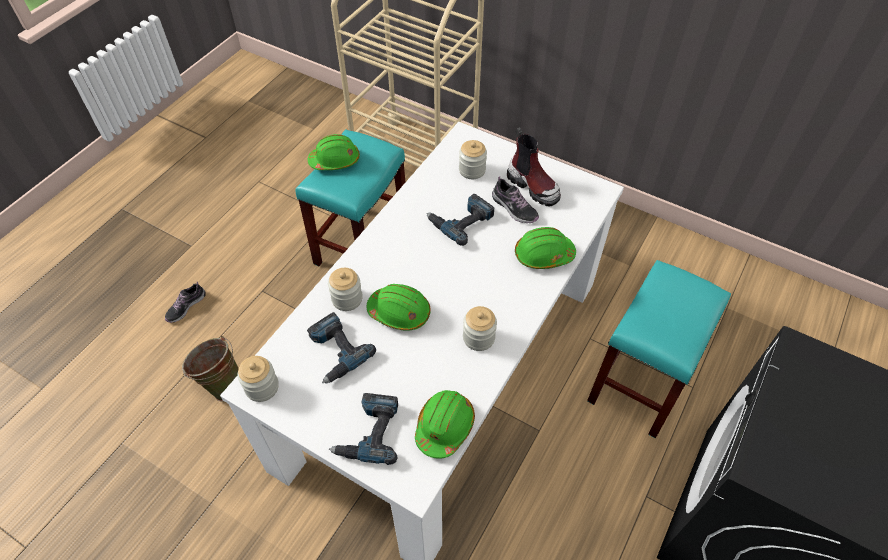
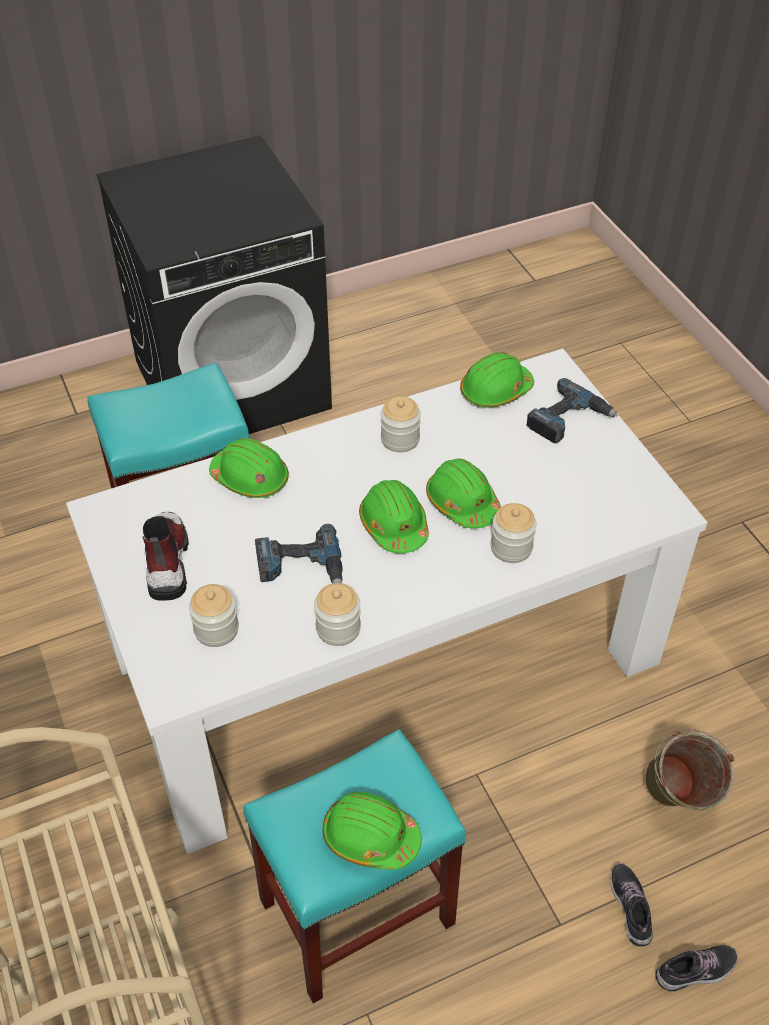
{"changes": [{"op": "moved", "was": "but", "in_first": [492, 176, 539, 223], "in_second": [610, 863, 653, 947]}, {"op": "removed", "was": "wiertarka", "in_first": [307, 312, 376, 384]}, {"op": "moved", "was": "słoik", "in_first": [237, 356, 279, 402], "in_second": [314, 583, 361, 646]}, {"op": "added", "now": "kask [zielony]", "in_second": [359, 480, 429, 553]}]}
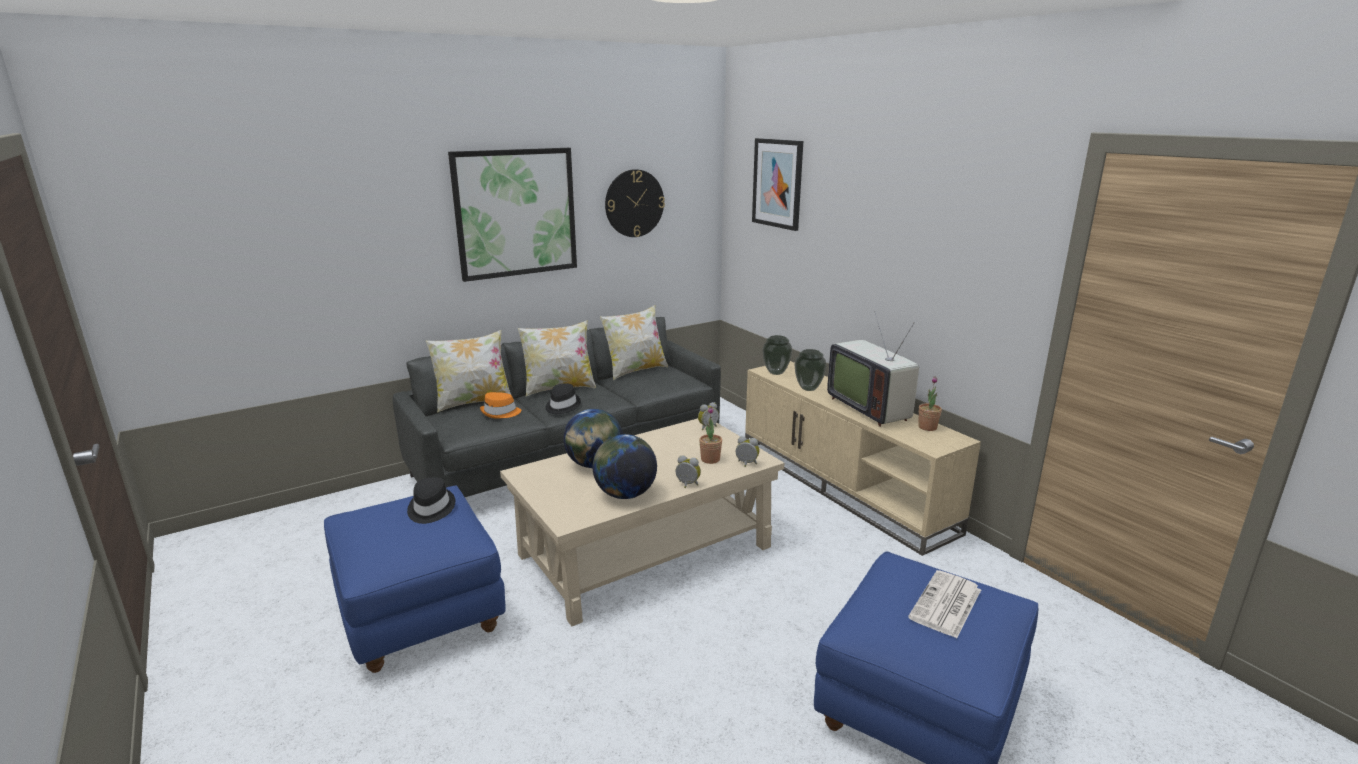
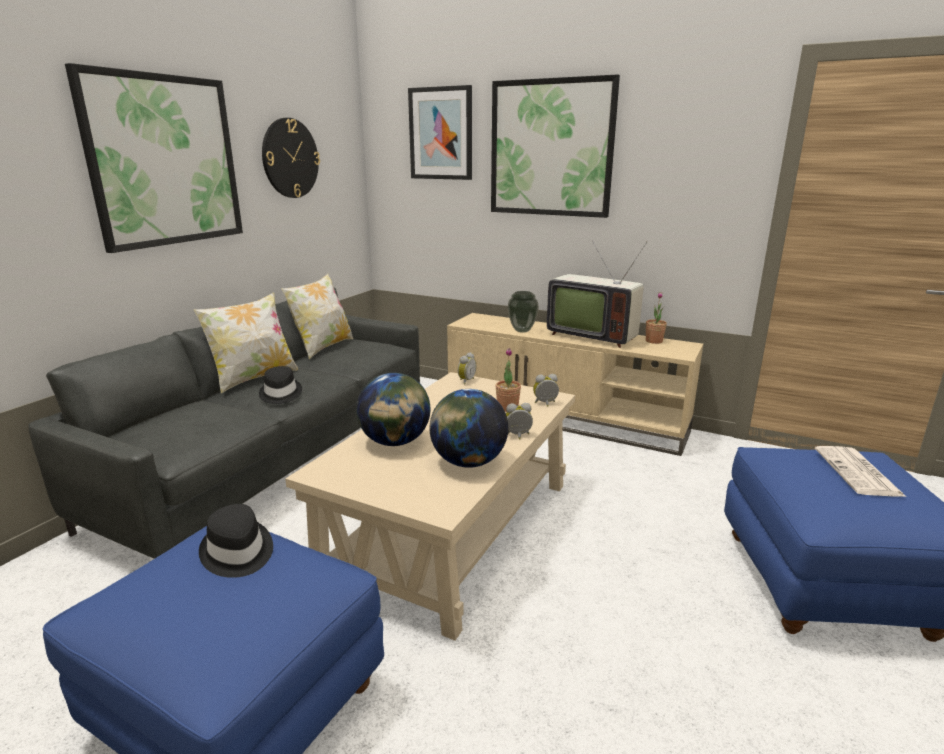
{"changes": [{"op": "removed", "was": "poduszka", "in_first": [426, 330, 511, 413]}, {"op": "removed", "was": "wazon", "in_first": [762, 335, 792, 375]}, {"op": "removed", "was": "kapelusz [pomarańczowy]", "in_first": [480, 392, 521, 418]}, {"op": "added", "now": "obraz", "in_second": [491, 74, 620, 218]}]}
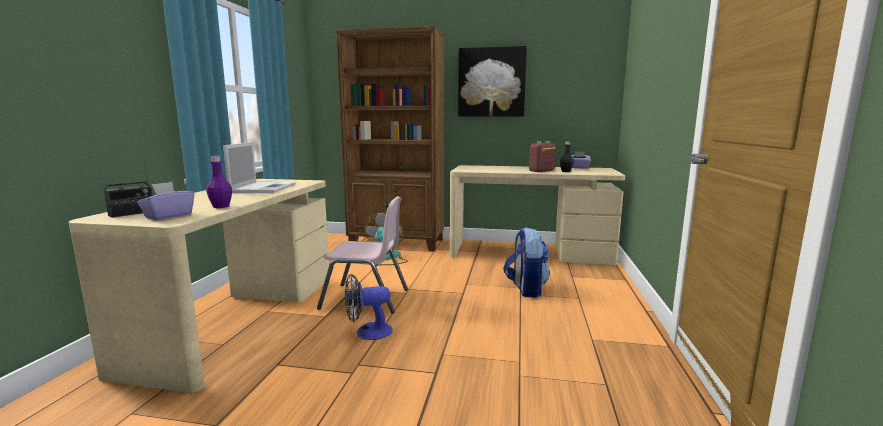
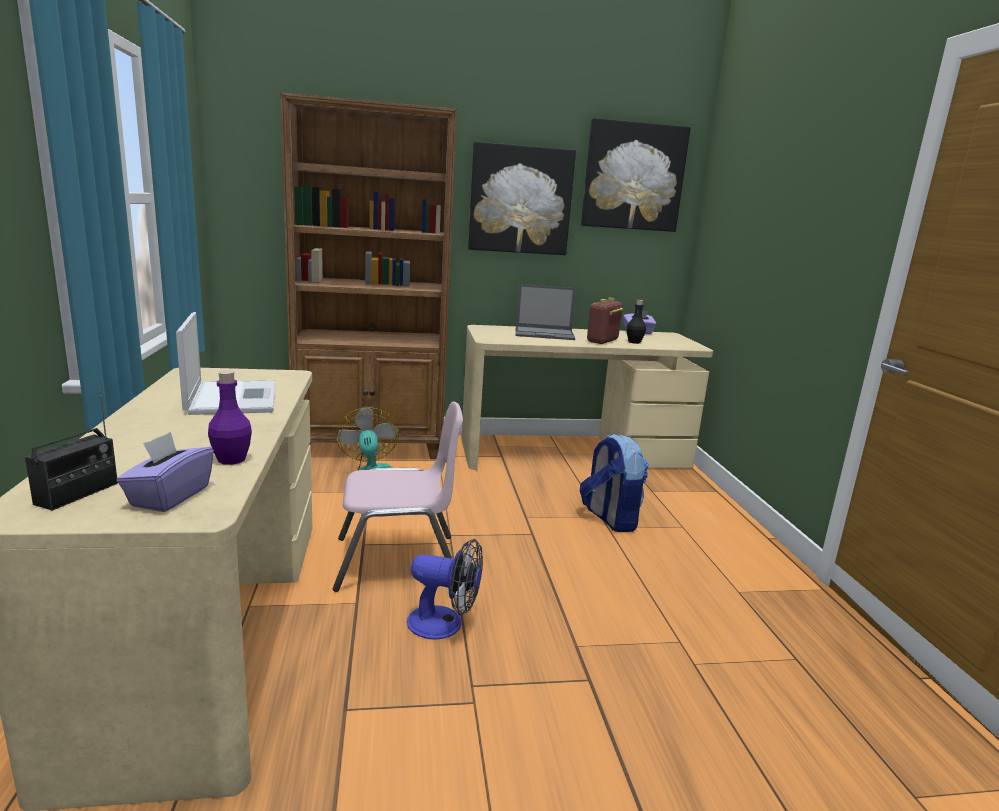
{"changes": [{"op": "turned", "was": "wentylator", "in_first": [345, 274, 393, 340], "in_second": [407, 539, 483, 640], "clockwise": -135}, {"op": "added", "now": "obraz", "in_second": [581, 118, 691, 232]}, {"op": "added", "now": "laptop", "in_second": [515, 284, 576, 340]}]}
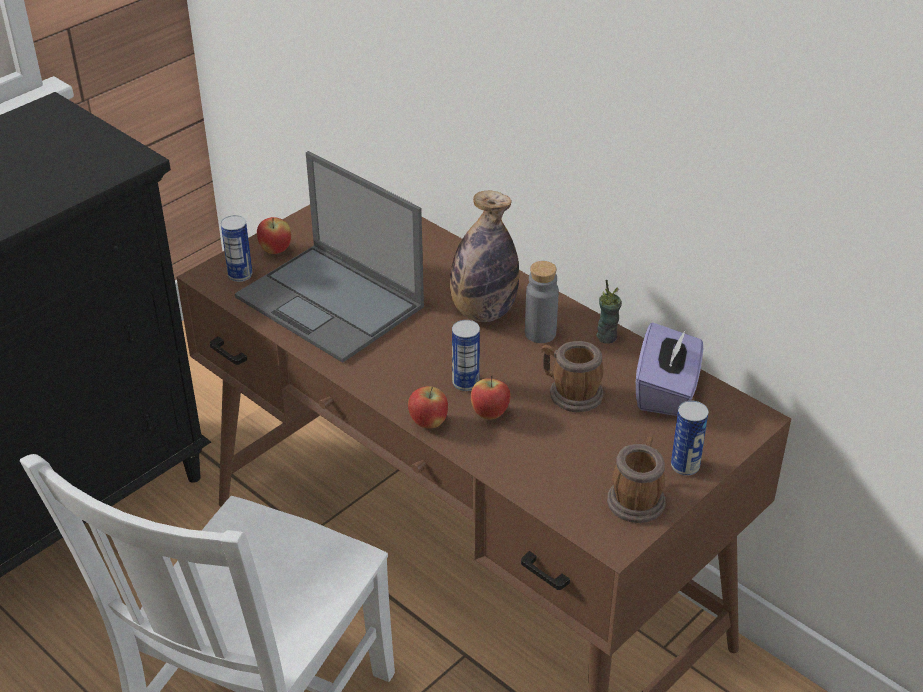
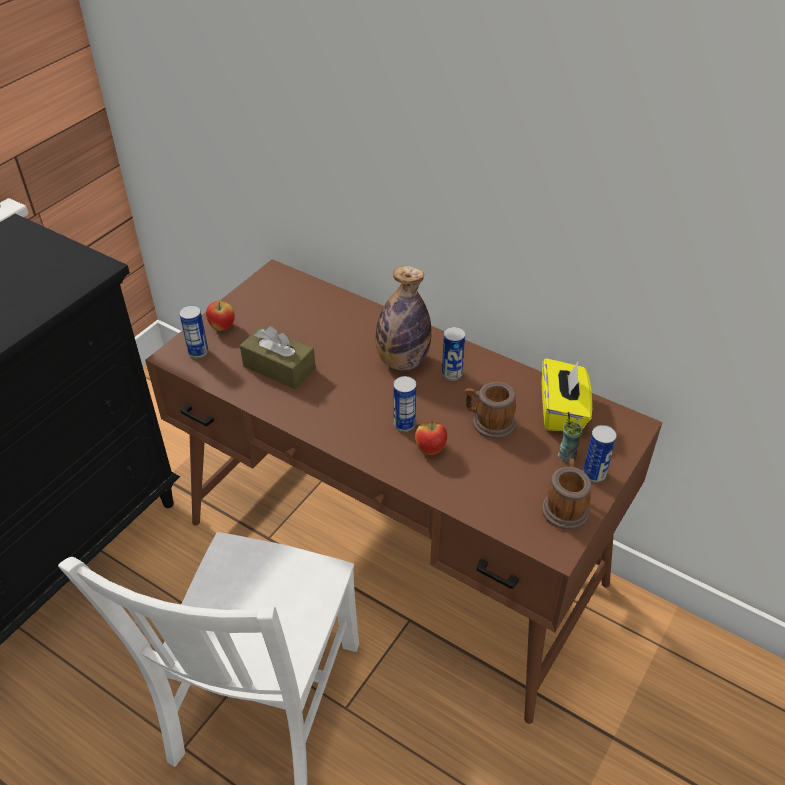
{"changes": [{"op": "replaced", "was": "laptop", "now": "pudełko chusteczek [brązowy]", "in_first": [235, 151, 424, 363], "in_second": [240, 326, 316, 390]}, {"op": "replaced", "was": "butelka [szary]", "now": "puszka", "in_first": [525, 261, 559, 343], "in_second": [442, 326, 465, 381]}, {"op": "moved", "was": "filiżanka", "in_first": [596, 280, 622, 344], "in_second": [558, 412, 583, 463]}, {"op": "recoloured", "was": "pudełko chusteczek [fioletowy]", "now": "pudełko chusteczek [żółty]", "in_first": [636, 323, 703, 416], "in_second": [542, 358, 592, 431]}, {"op": "removed", "was": "jabłko", "in_first": [408, 386, 448, 428]}]}
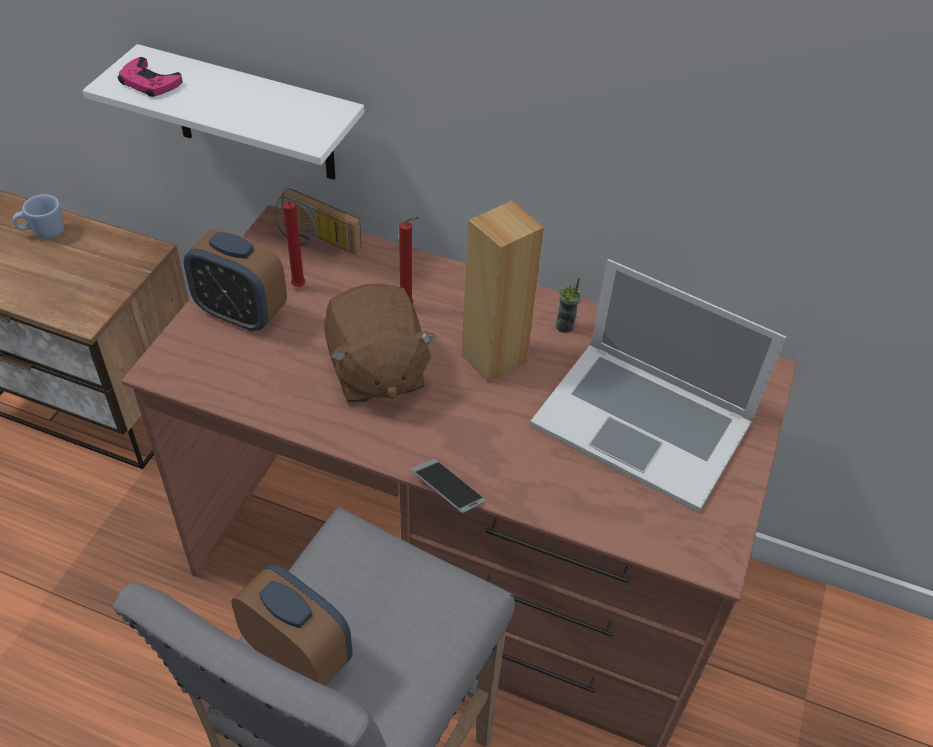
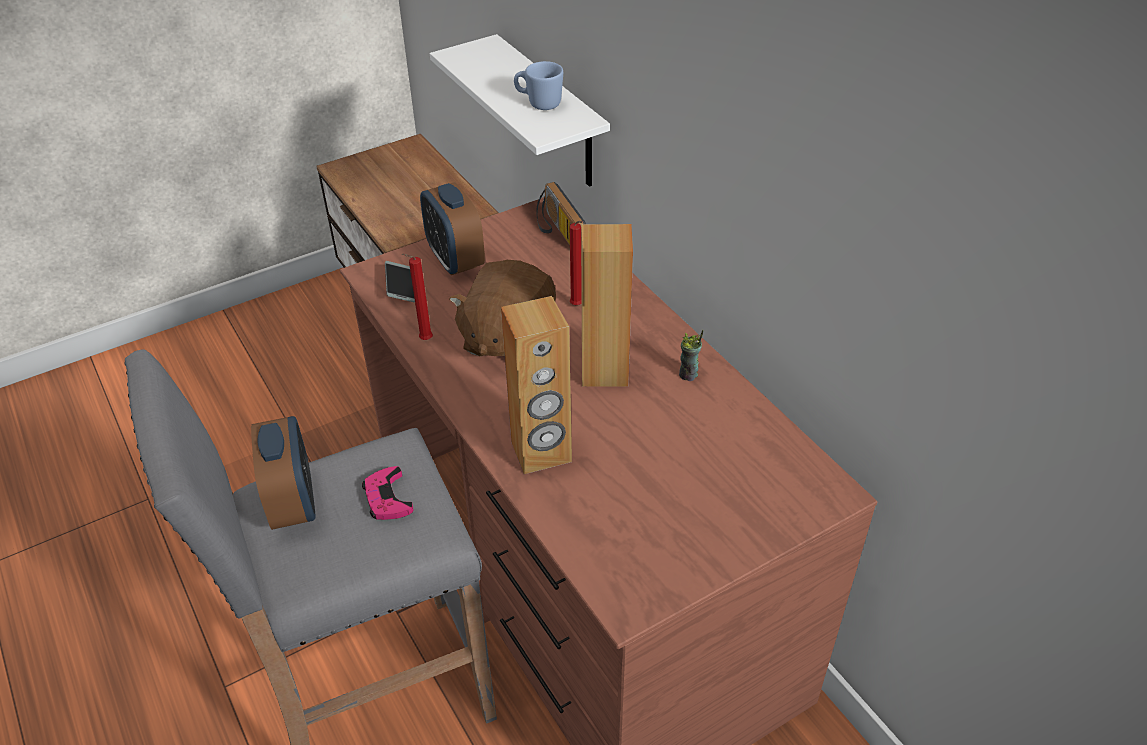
{"changes": [{"op": "moved", "was": "pad do gier [różowy]", "in_first": [118, 57, 183, 97], "in_second": [362, 466, 413, 520]}, {"op": "moved", "was": "kubek [niebieski]", "in_first": [13, 194, 64, 239], "in_second": [514, 61, 563, 110]}, {"op": "moved", "was": "świeca [czerwony]", "in_first": [281, 201, 305, 287], "in_second": [402, 254, 433, 340]}, {"op": "removed", "was": "laptop", "in_first": [530, 259, 786, 513]}, {"op": "moved", "was": "telefon", "in_first": [411, 459, 486, 513], "in_second": [385, 261, 415, 302]}, {"op": "added", "now": "głośnik [brązowy]", "in_second": [501, 296, 572, 474]}]}
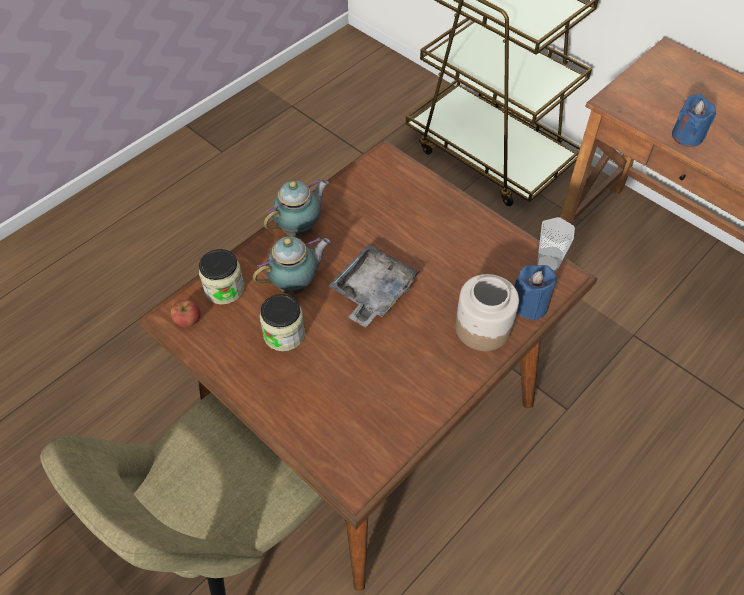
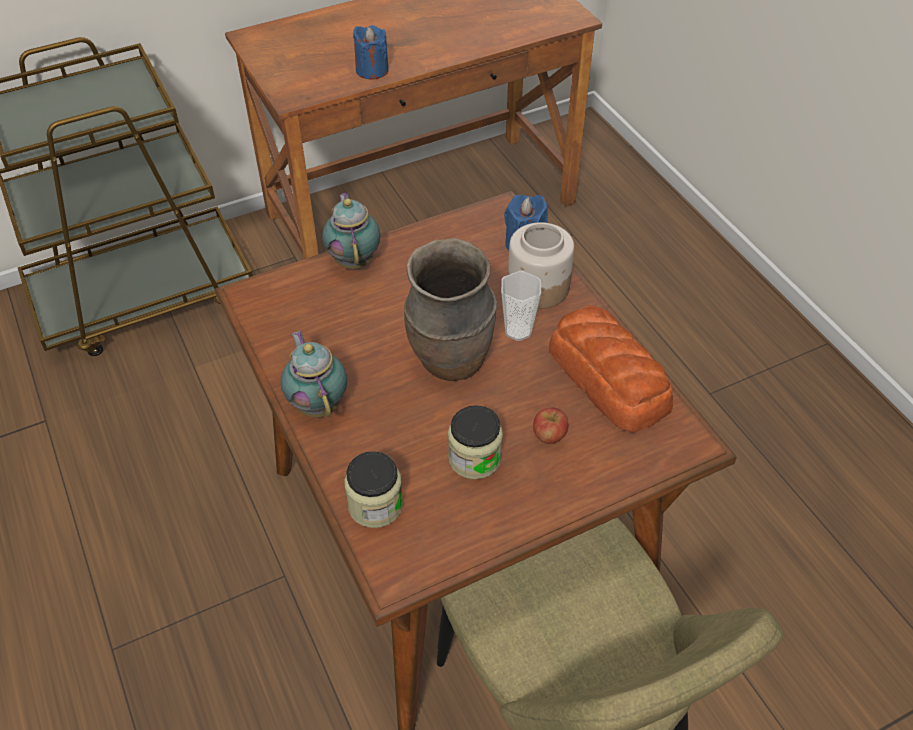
{"changes": [{"op": "moved", "was": "filiżanka", "in_first": [537, 217, 575, 272], "in_second": [501, 271, 541, 341]}, {"op": "moved", "was": "imbryk", "in_first": [253, 236, 331, 294], "in_second": [322, 192, 380, 269]}, {"op": "replaced", "was": "taca [szary]", "now": "wazon [brązowy]", "in_first": [329, 244, 420, 327], "in_second": [404, 238, 497, 381]}, {"op": "moved", "was": "jabłko", "in_first": [171, 300, 201, 327], "in_second": [533, 407, 568, 444]}, {"op": "added", "now": "chleb", "in_second": [549, 305, 673, 433]}]}
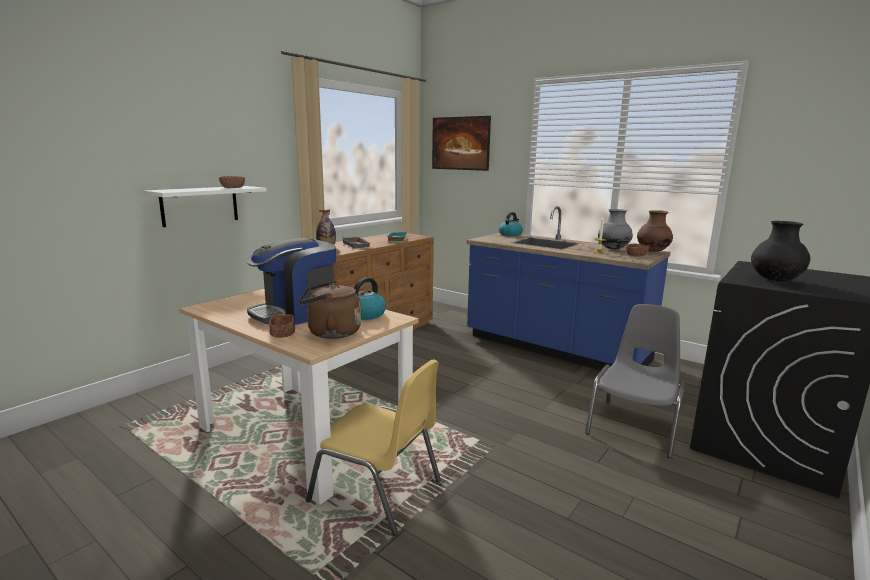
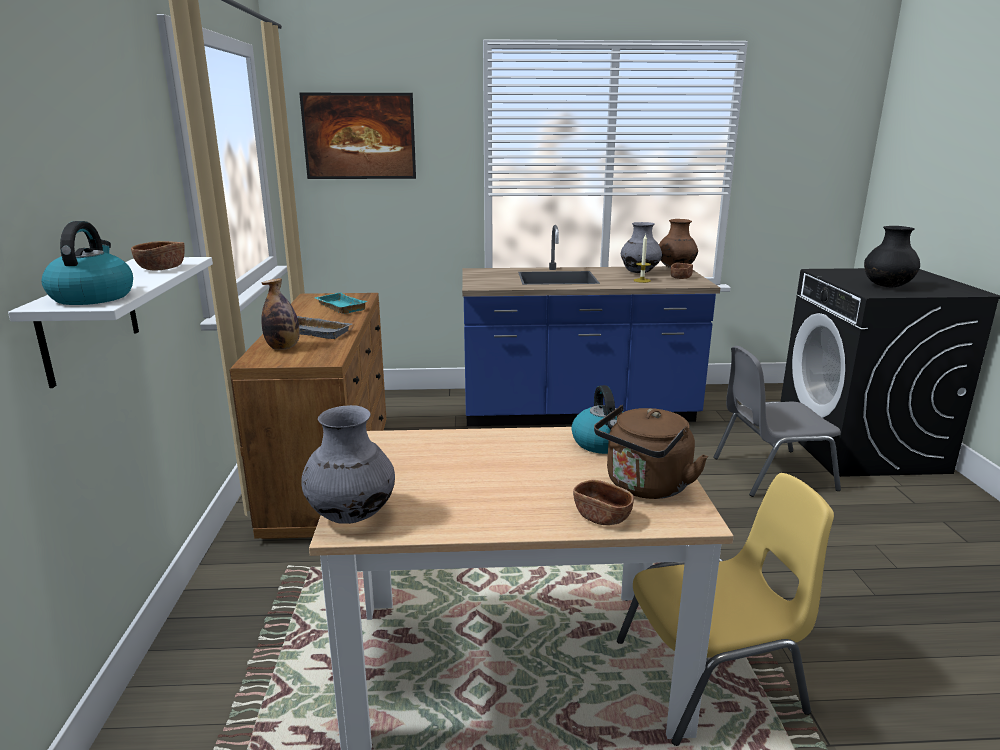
{"changes": [{"op": "moved", "was": "czajnik", "in_first": [499, 212, 523, 236], "in_second": [42, 221, 133, 305]}, {"op": "removed", "was": "ekspres do kawy", "in_first": [247, 238, 336, 325]}, {"op": "turned", "was": "krzesło [szary]", "in_first": [585, 304, 685, 458], "in_second": [713, 346, 841, 497], "clockwise": -90}, {"op": "added", "now": "wazon [szary]", "in_second": [301, 405, 395, 524]}]}
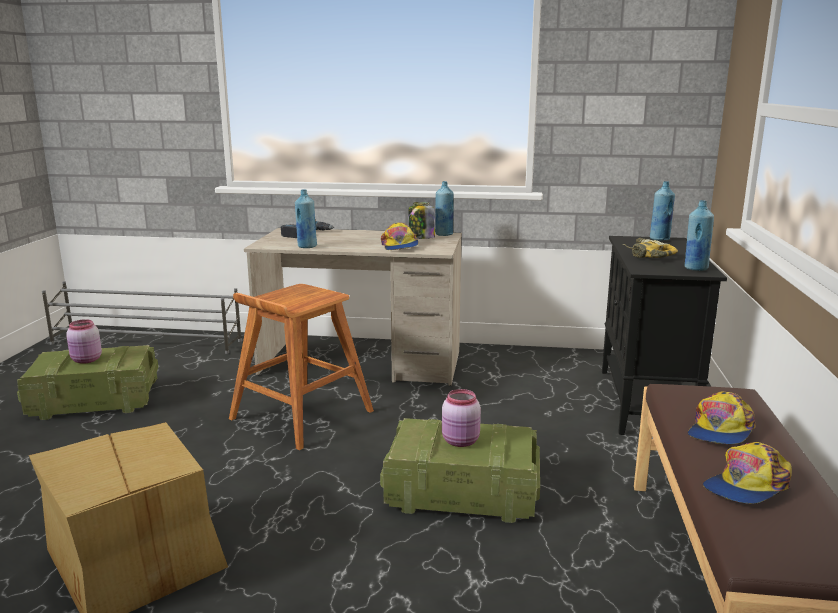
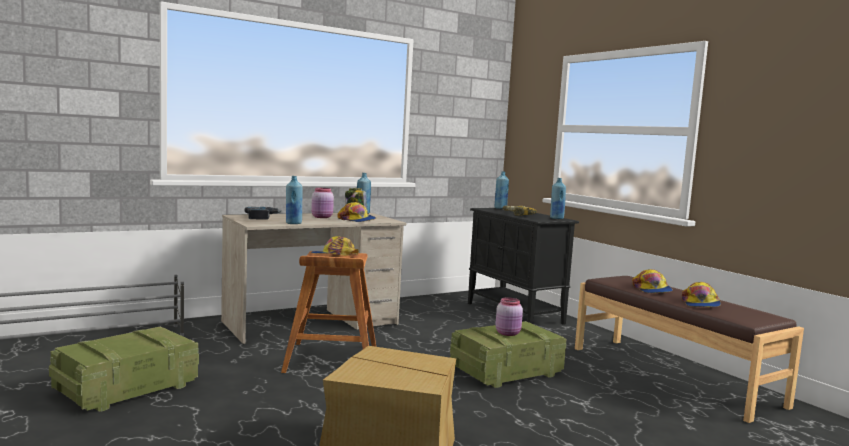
{"changes": [{"op": "moved", "was": "słoik [różowy]", "in_first": [66, 319, 102, 364], "in_second": [311, 188, 334, 218]}, {"op": "added", "now": "czapka z daszkiem", "in_second": [311, 236, 359, 256]}]}
